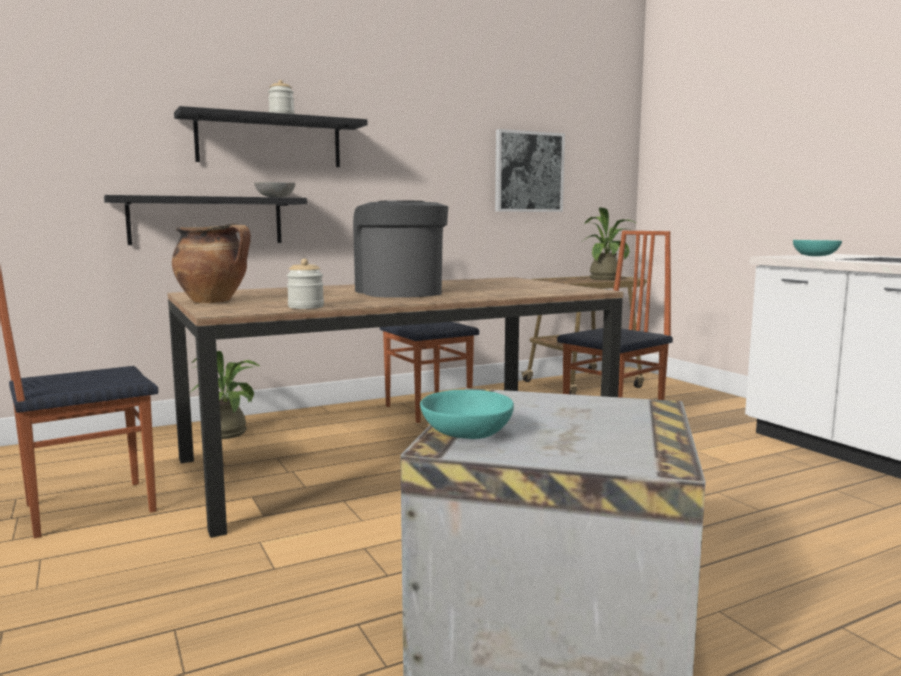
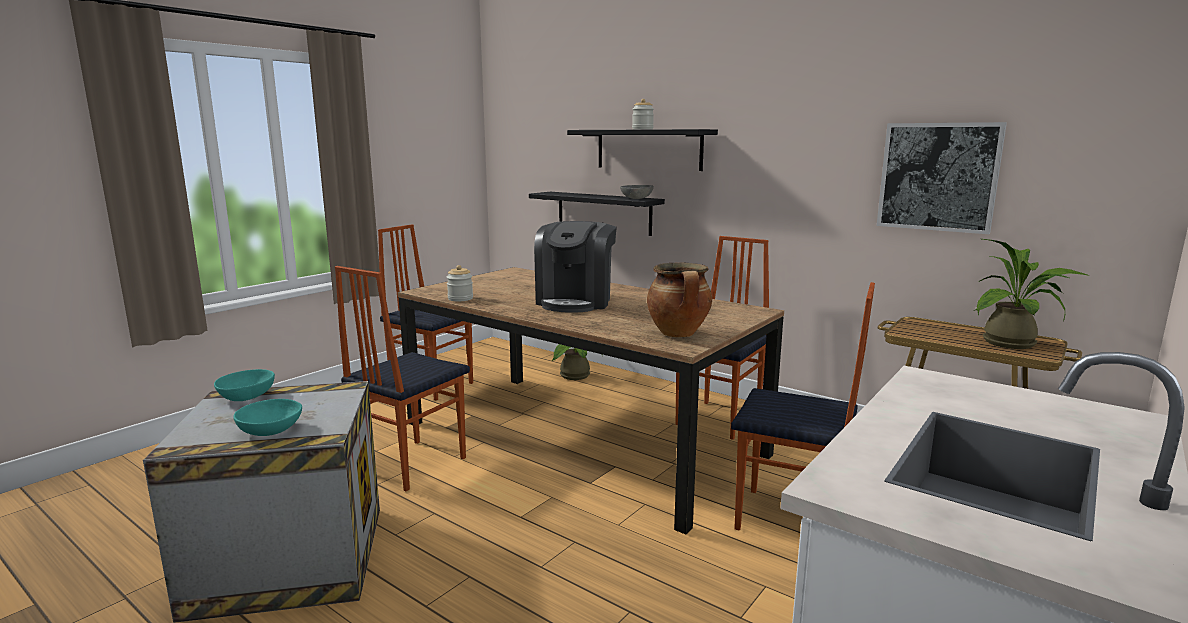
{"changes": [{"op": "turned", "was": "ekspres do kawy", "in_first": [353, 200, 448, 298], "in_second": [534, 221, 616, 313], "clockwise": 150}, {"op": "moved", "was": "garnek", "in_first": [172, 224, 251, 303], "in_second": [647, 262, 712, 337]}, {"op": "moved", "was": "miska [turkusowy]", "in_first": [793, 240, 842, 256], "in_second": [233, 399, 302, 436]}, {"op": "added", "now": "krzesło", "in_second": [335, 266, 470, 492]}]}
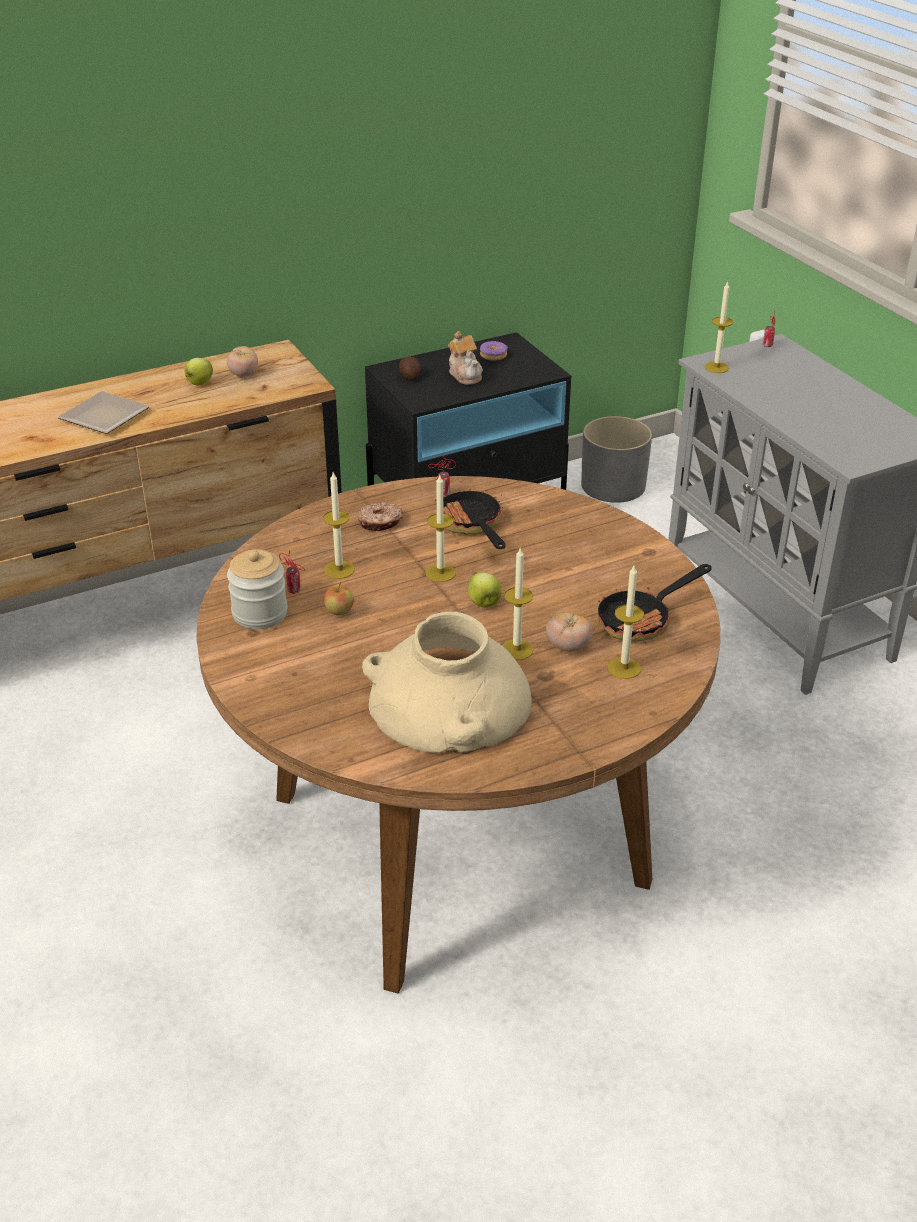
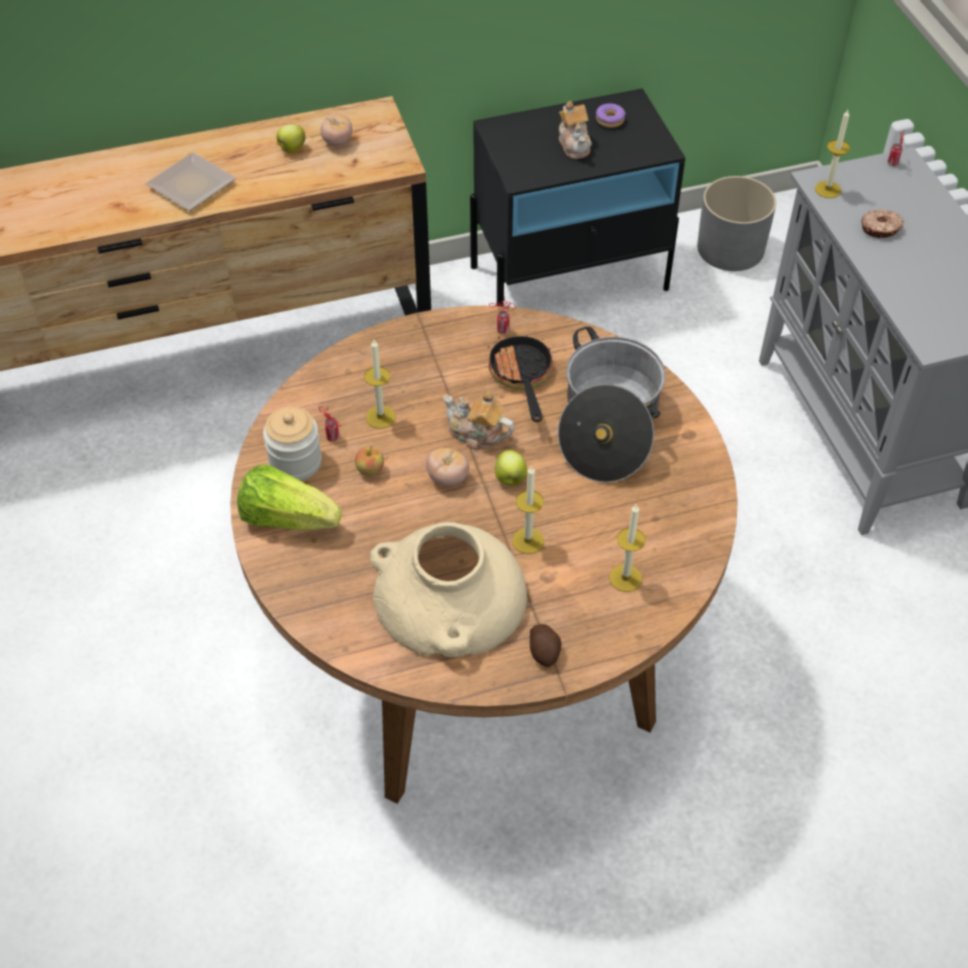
{"changes": [{"op": "moved", "was": "ziemniak", "in_first": [399, 356, 421, 380], "in_second": [530, 624, 562, 667]}, {"op": "replaced", "was": "świeca", "now": "imbryk", "in_first": [425, 475, 456, 582], "in_second": [443, 391, 515, 450]}, {"op": "moved", "was": "donut", "in_first": [358, 502, 403, 531], "in_second": [861, 209, 904, 238]}, {"op": "removed", "was": "patelnia", "in_first": [598, 564, 712, 641]}, {"op": "moved", "was": "pomidor", "in_first": [546, 613, 593, 652], "in_second": [426, 448, 469, 486]}, {"op": "added", "now": "garnek", "in_second": [558, 327, 666, 483]}, {"op": "added", "now": "sałata", "in_second": [237, 465, 342, 530]}]}
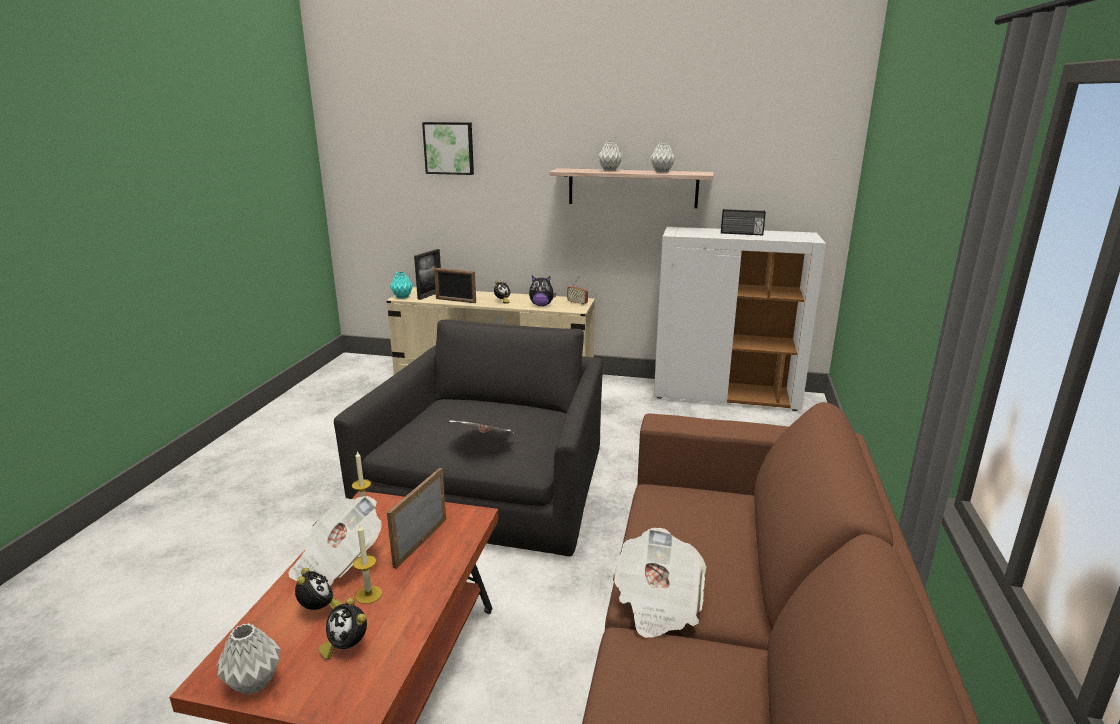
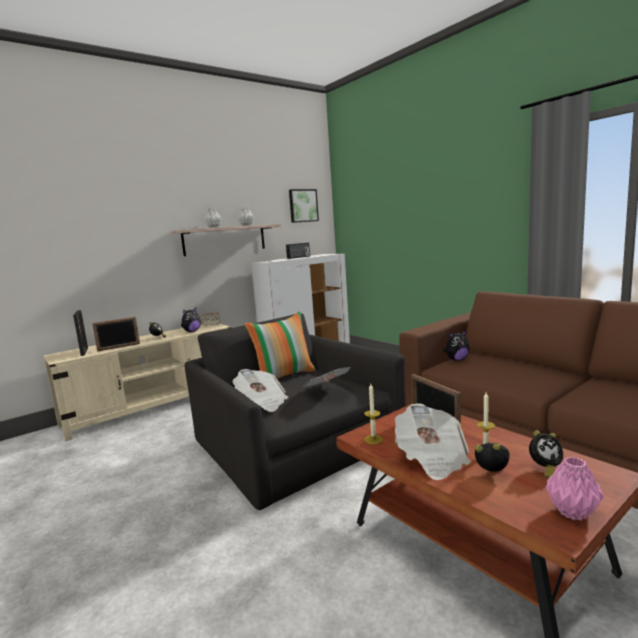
{"changes": [{"op": "moved", "was": "obraz", "in_first": [422, 122, 474, 175], "in_second": [289, 189, 319, 223]}, {"op": "removed", "was": "wazon [turkusowy]", "in_first": [390, 272, 413, 299]}, {"op": "moved", "was": "gazeta", "in_first": [612, 528, 706, 638], "in_second": [233, 369, 288, 412]}, {"op": "recoloured", "was": "wazon [szary]", "now": "wazon [różowy]", "in_first": [217, 623, 281, 695], "in_second": [546, 457, 604, 520]}, {"op": "added", "now": "poduszka", "in_second": [244, 311, 316, 379]}, {"op": "added", "now": "pluszak", "in_second": [443, 330, 469, 361]}]}
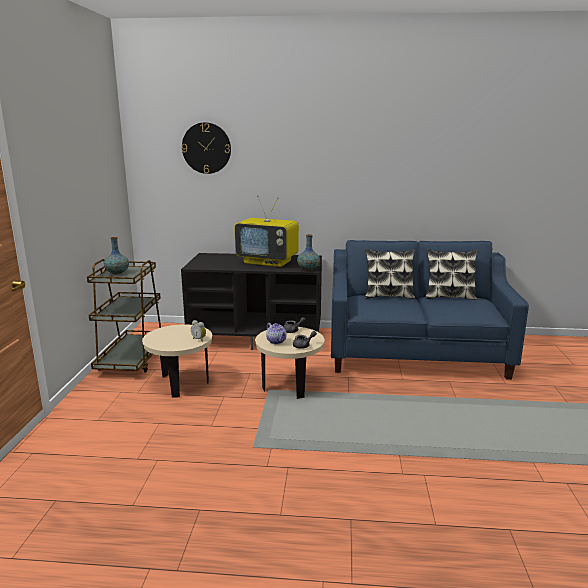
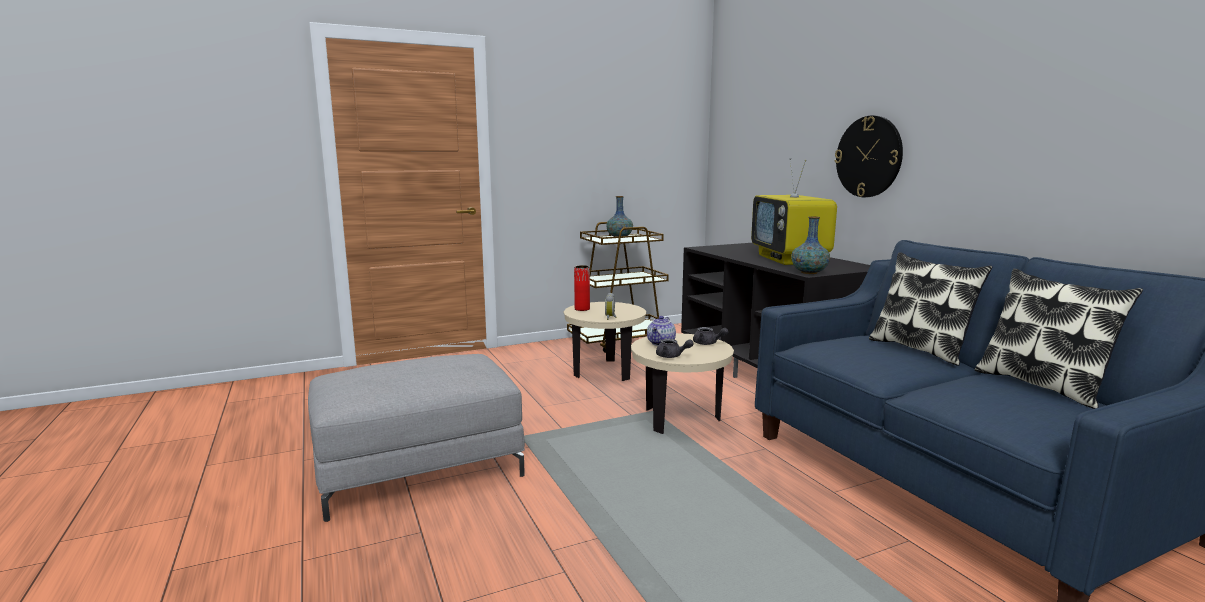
{"changes": [{"op": "moved", "was": "zegar ścienny", "in_first": [182, 122, 231, 174], "in_second": [835, 115, 903, 197]}, {"op": "added", "now": "wazon [czerwony]", "in_second": [574, 265, 590, 311]}, {"op": "added", "now": "pufa [szary]", "in_second": [308, 354, 525, 522]}]}
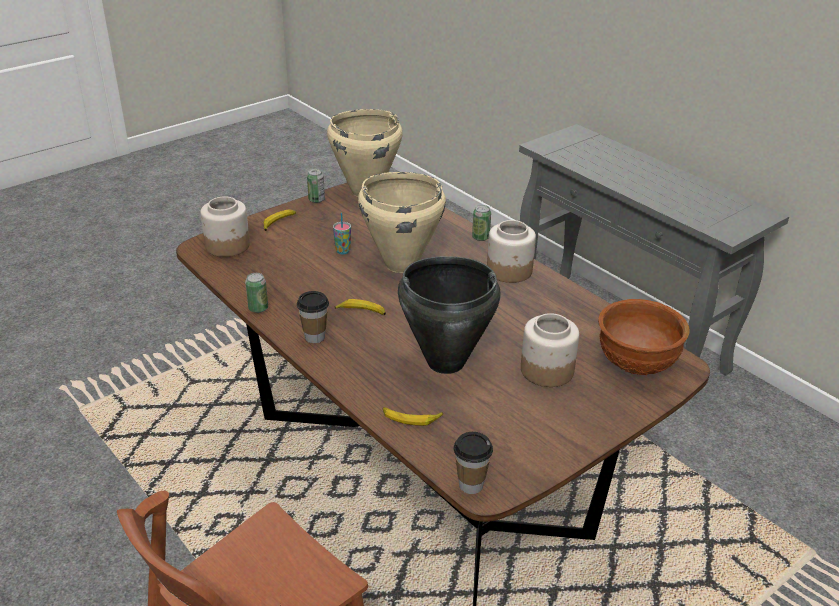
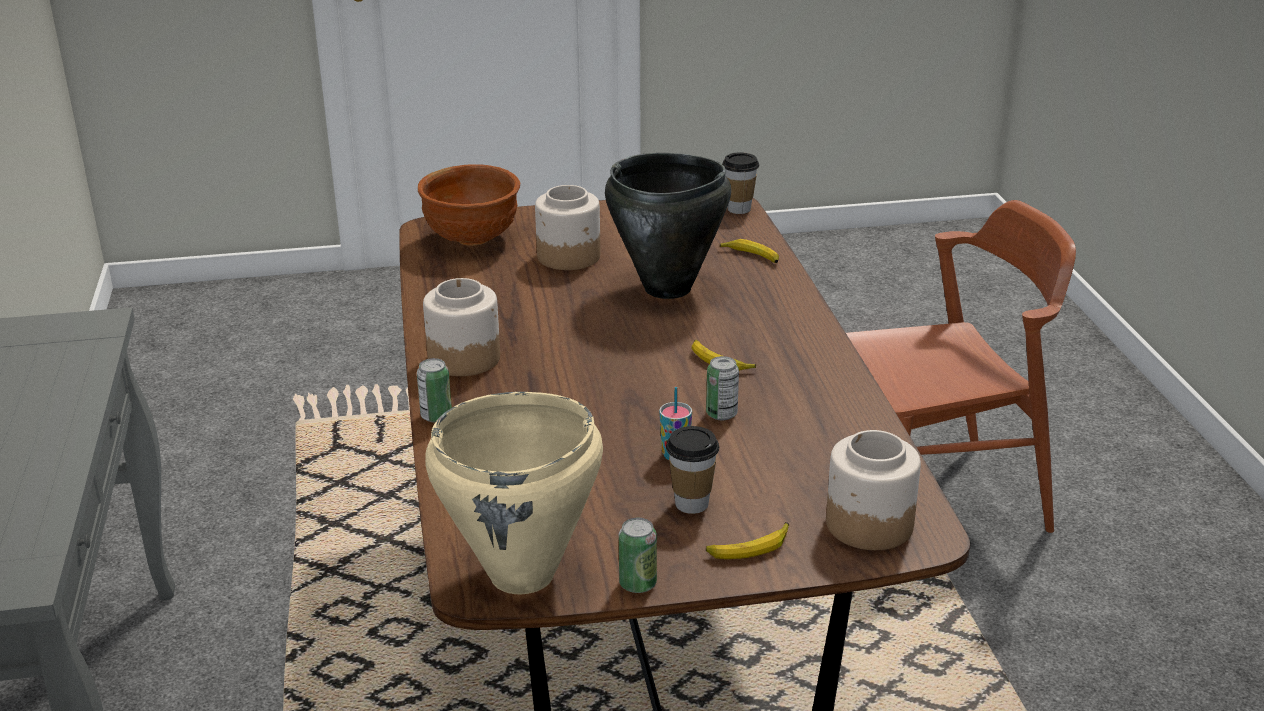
{"changes": [{"op": "removed", "was": "garnek [beżowy]", "in_first": [358, 172, 446, 273]}, {"op": "moved", "was": "puszka", "in_first": [245, 273, 268, 313], "in_second": [706, 356, 739, 420]}, {"op": "moved", "was": "filiżanka", "in_first": [297, 291, 329, 343], "in_second": [666, 426, 719, 514]}]}
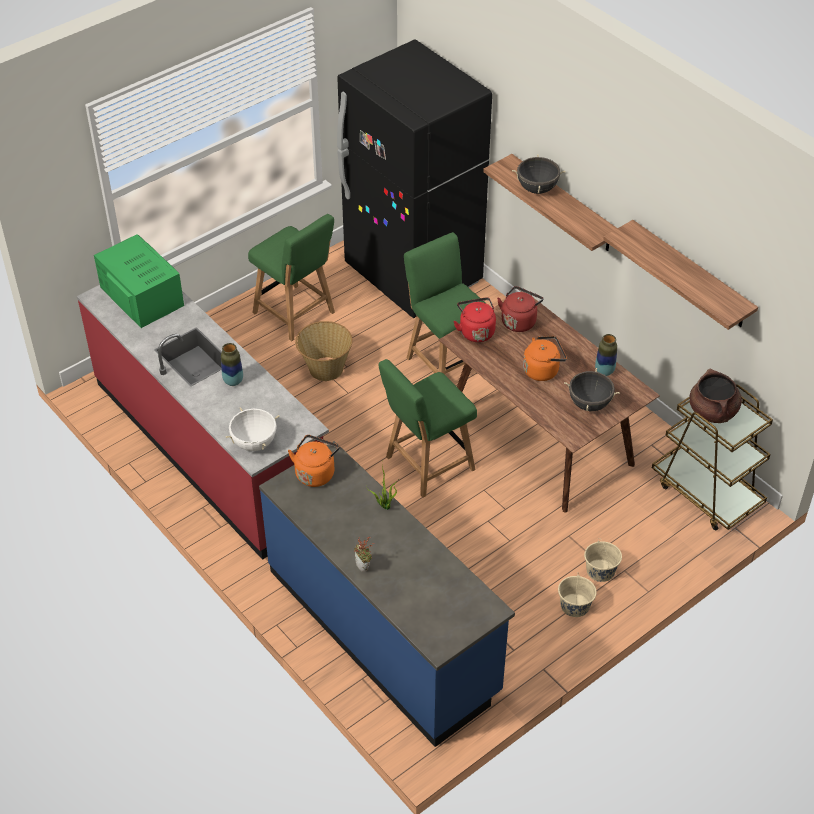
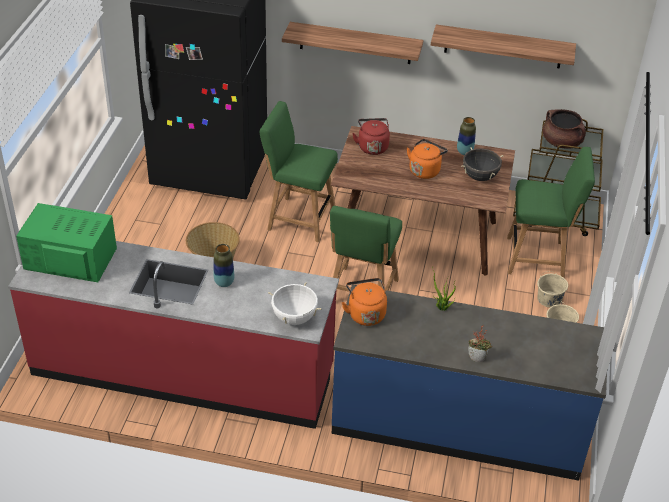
{"changes": [{"op": "removed", "was": "garnek [czarny]", "in_first": [512, 154, 566, 194]}, {"op": "moved", "was": "krzesło [zielony]", "in_first": [248, 214, 335, 341], "in_second": [507, 147, 595, 278]}, {"op": "removed", "was": "czajnik [czerwony]", "in_first": [453, 297, 496, 342]}]}
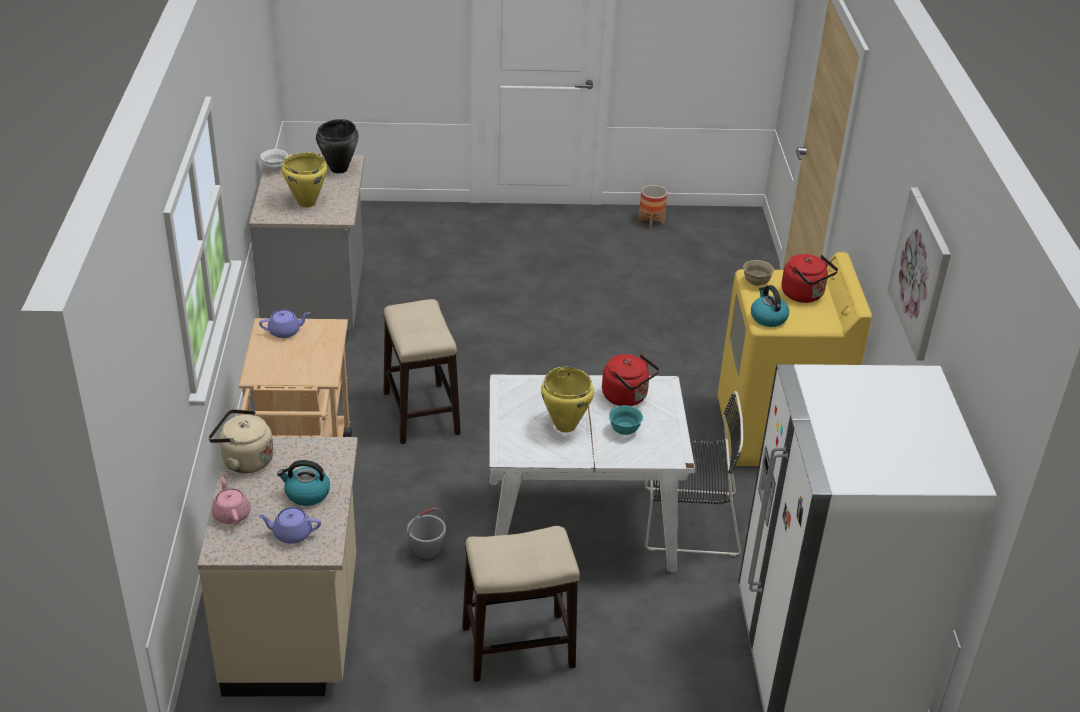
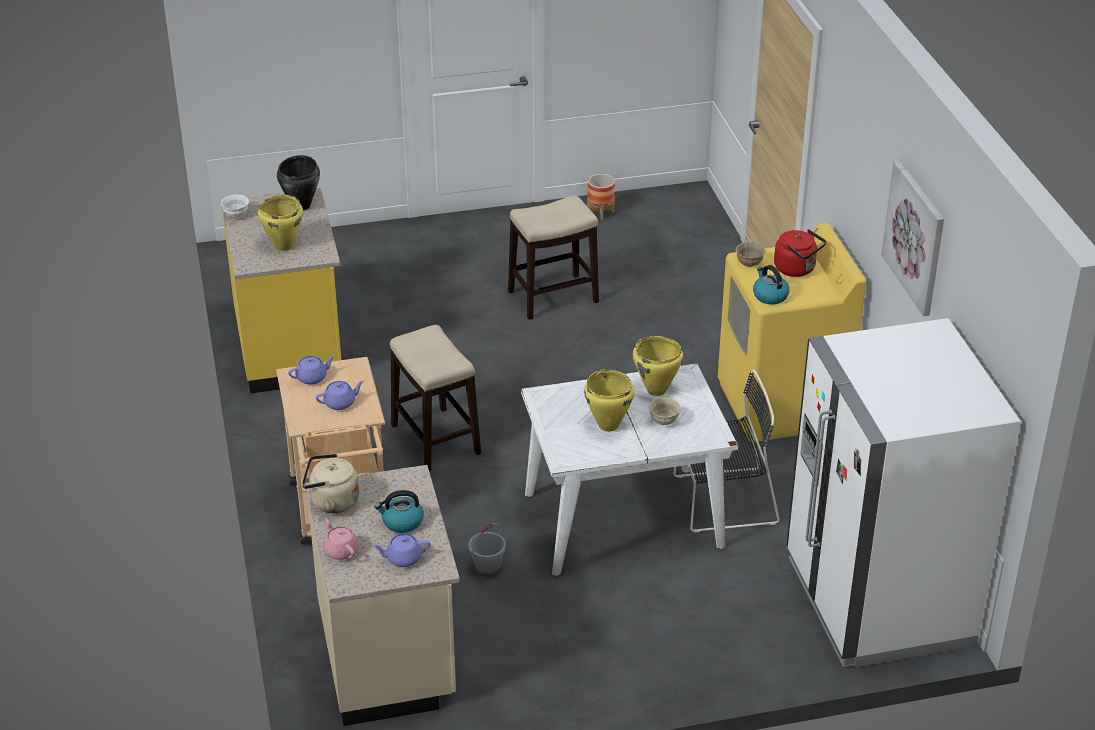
{"changes": [{"op": "recoloured", "was": "zabudowa kuchenna [szary]", "now": "zabudowa kuchenna [żółty]", "in_first": [249, 154, 365, 330], "in_second": [221, 188, 341, 394]}, {"op": "replaced", "was": "czajnik [czerwony]", "now": "garnek [żółty]", "in_first": [602, 354, 660, 406], "in_second": [633, 336, 683, 396]}, {"op": "recoloured", "was": "miska [turkusowy]", "now": "miska [beżowy]", "in_first": [609, 405, 643, 435], "in_second": [648, 397, 681, 425]}, {"op": "moved", "was": "stołek", "in_first": [462, 526, 580, 682], "in_second": [508, 196, 599, 320]}, {"op": "added", "now": "imbryk [fioletowy]", "in_second": [316, 381, 364, 410]}]}
